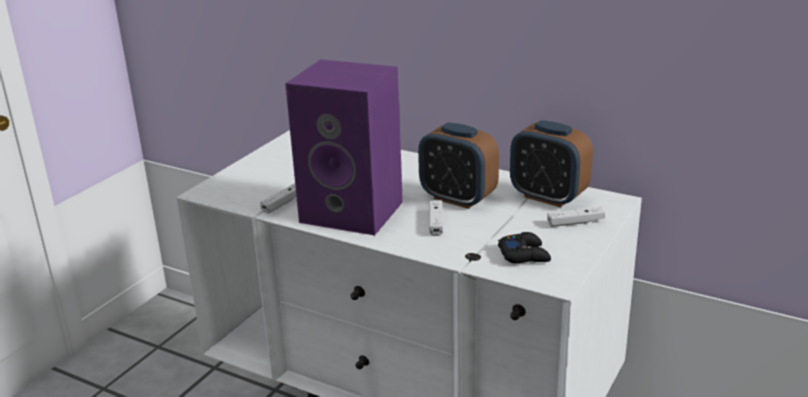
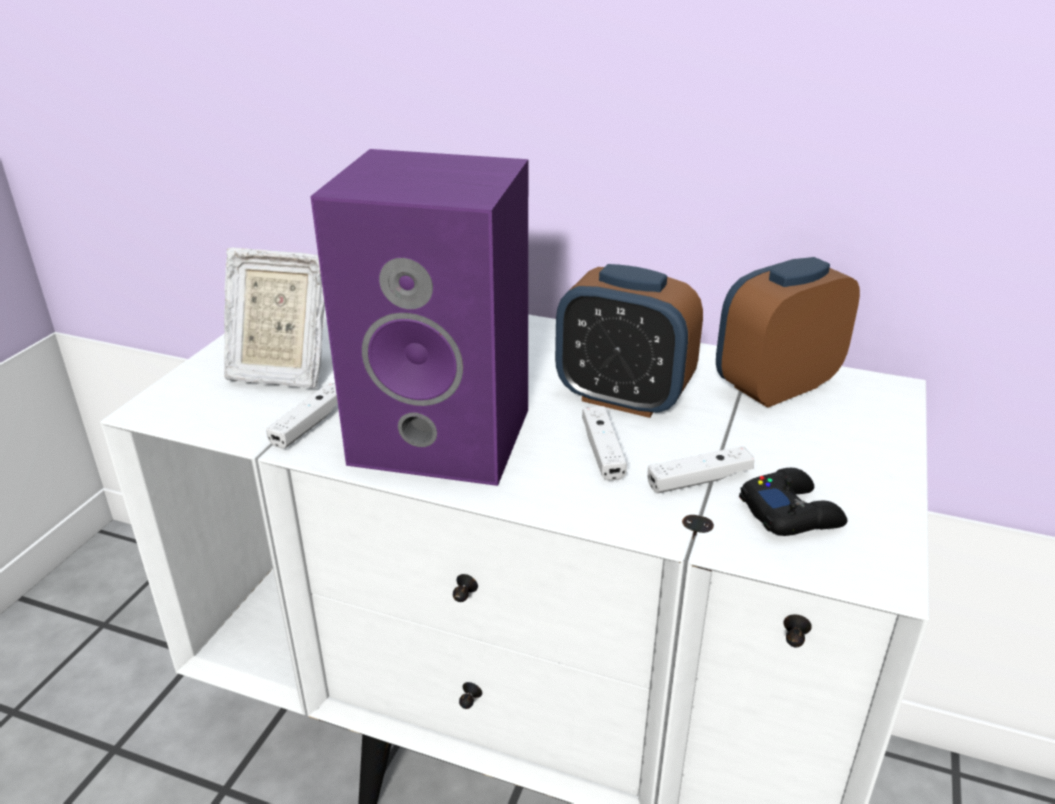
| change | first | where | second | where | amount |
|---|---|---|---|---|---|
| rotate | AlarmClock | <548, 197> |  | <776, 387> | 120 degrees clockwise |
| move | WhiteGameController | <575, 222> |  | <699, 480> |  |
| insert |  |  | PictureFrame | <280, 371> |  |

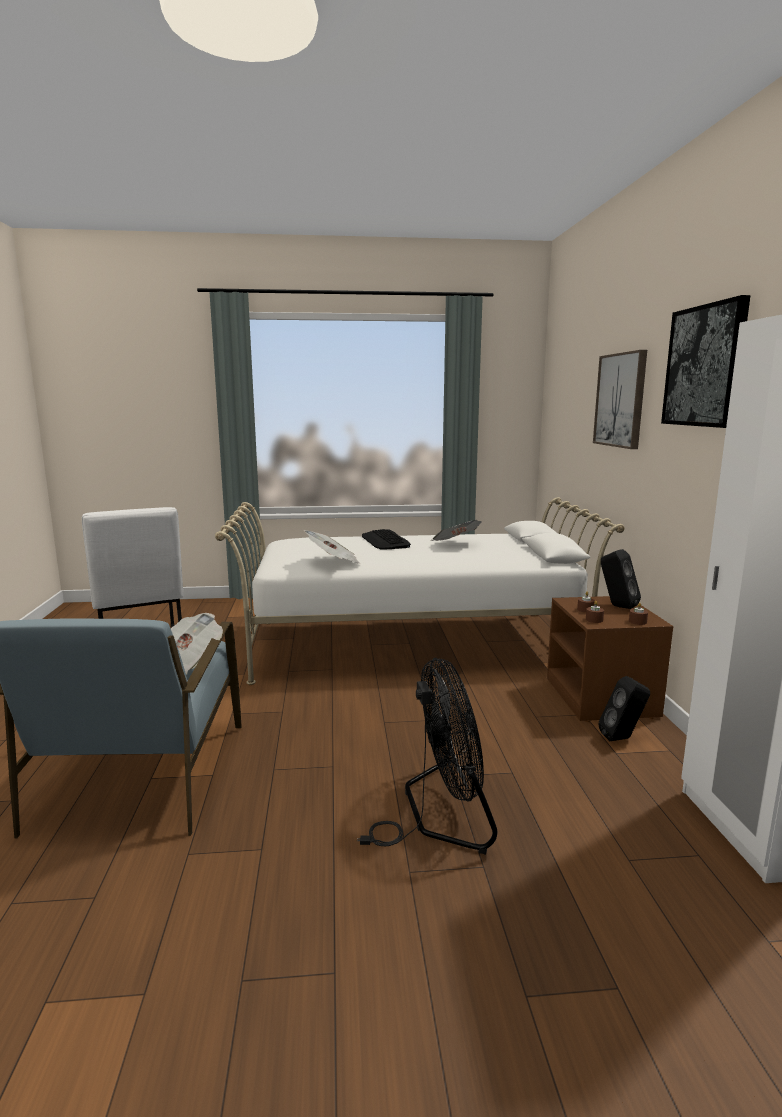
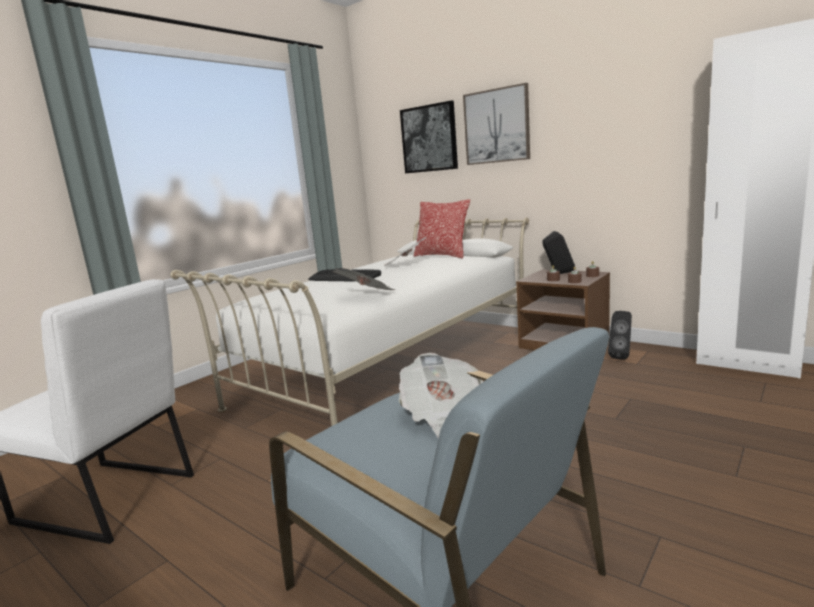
| change | first | where | second | where | amount |
|---|---|---|---|---|---|
| delete | BlackFan | <434, 811> |  |  |  |
| move | Picture | <705, 366> |  | <429, 138> |  |
| insert |  |  | Pillow | <442, 256> |  |

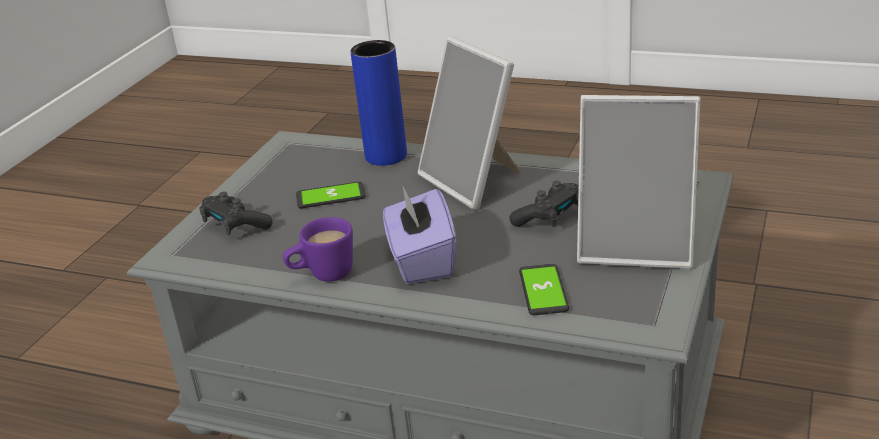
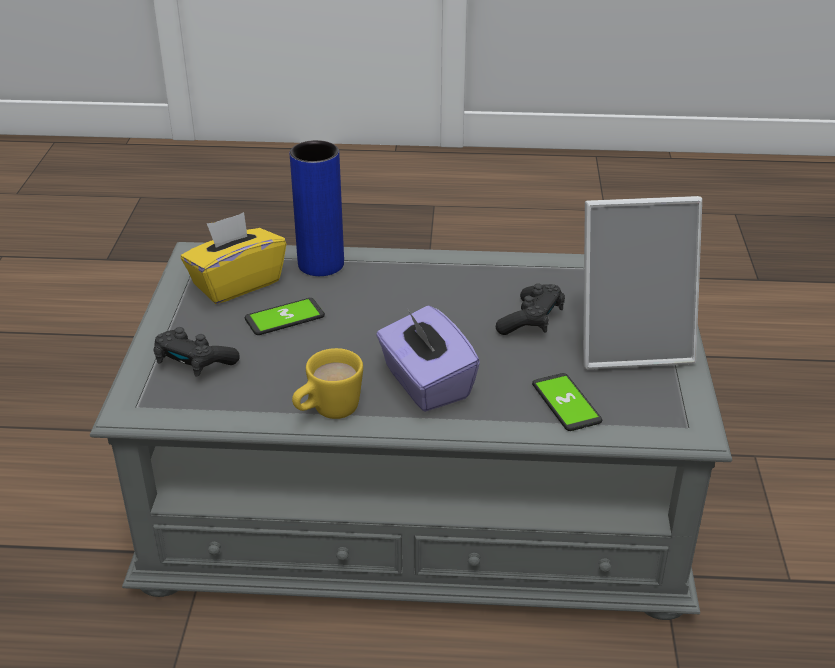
| change | first | where | second | where | amount |
|---|---|---|---|---|---|
| recolor | PurpleMug | <323, 275> | YellowMug | <327, 412> |  |
| delete | PictureFrame | <474, 181> |  |  |  |
| insert |  |  | YellowTissueBox | <236, 283> |  |

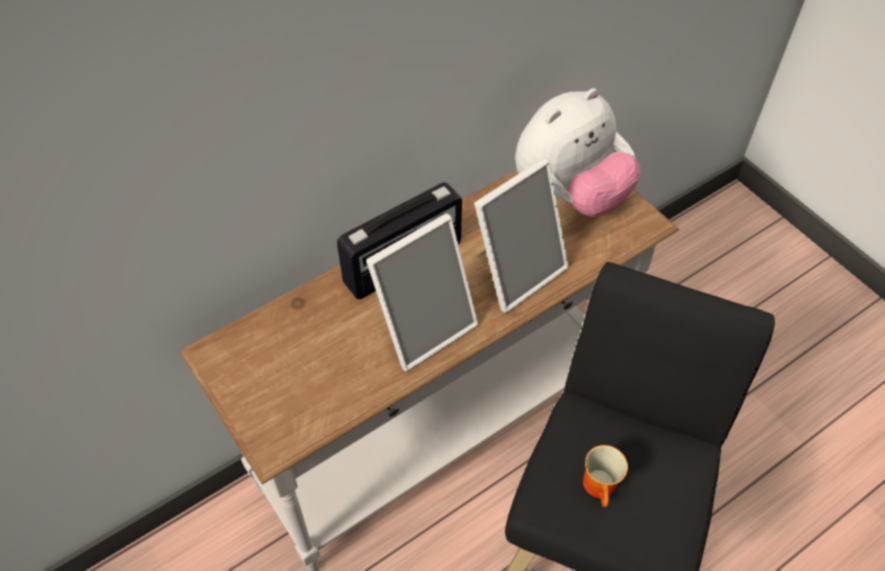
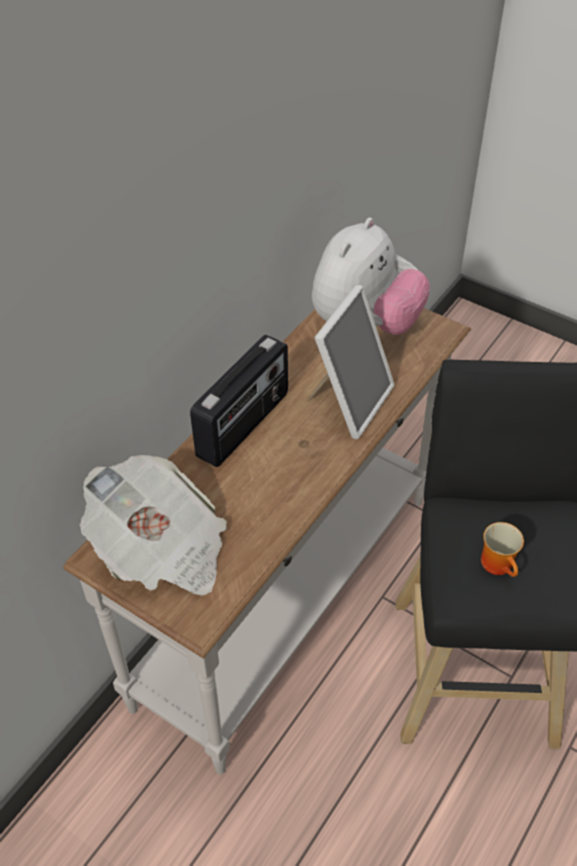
| change | first | where | second | where | amount |
|---|---|---|---|---|---|
| delete | PictureFrame | <423, 326> |  |  |  |
| insert |  |  | Newspaper | <161, 549> |  |

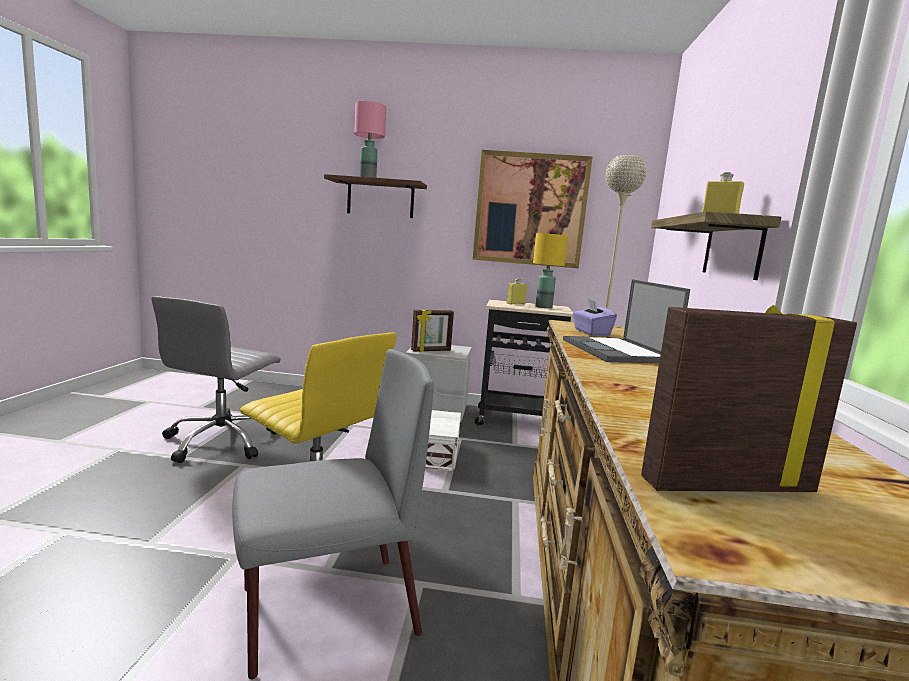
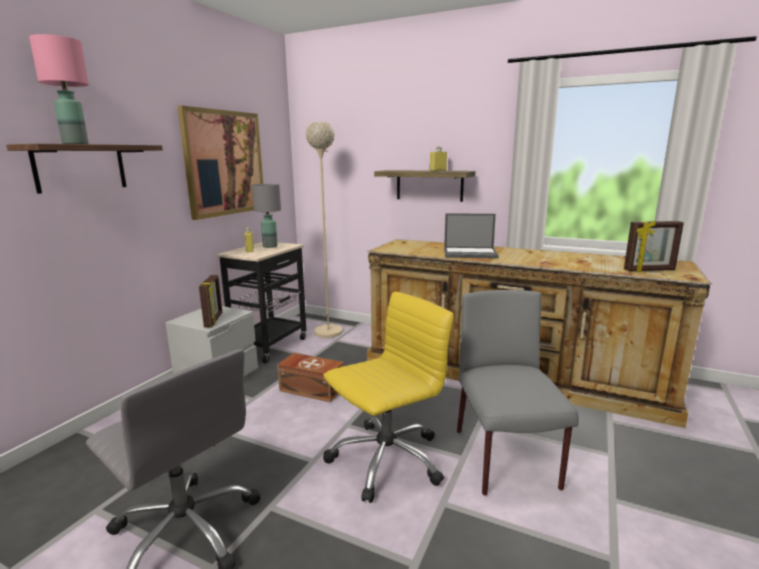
| change | first | where | second | where | amount |
|---|---|---|---|---|---|
| recolor | WhiteStorageBox | <440, 454> | BrownStorageBox | <311, 389> |  |
| recolor | YellowTableLamp | <543, 307> | GreyTableLamp | <270, 246> |  |
| delete | PurpleTissueBox | <591, 332> |  |  |  |
| rotate | PictureFrame | <725, 485> |  | <649, 270> | 105 degrees counterclockwise |

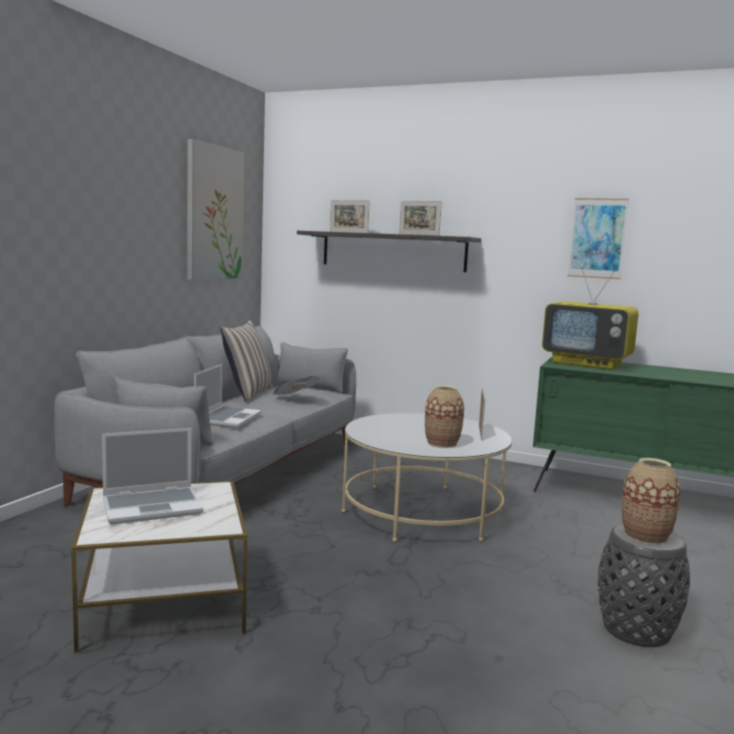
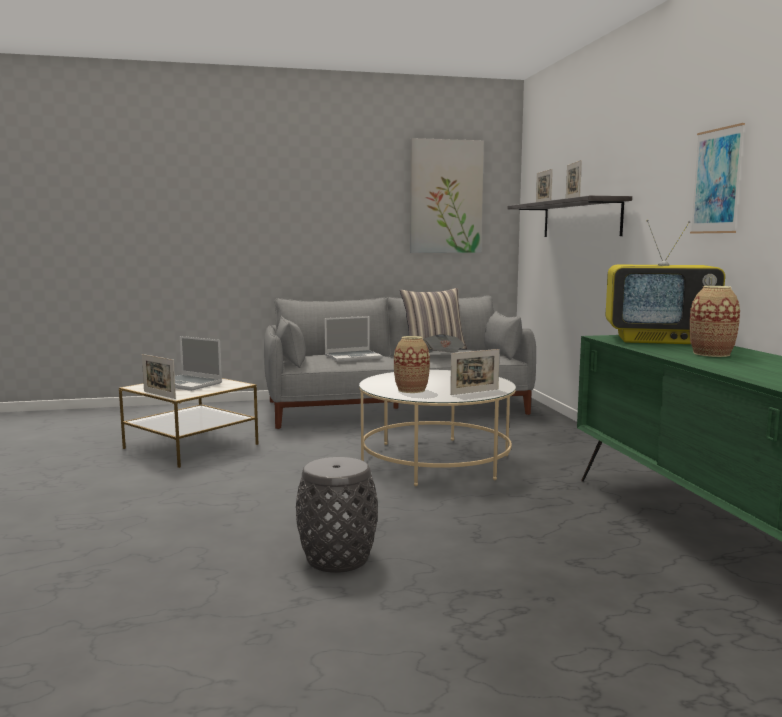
| change | first | where | second | where | amount |
|---|---|---|---|---|---|
| rotate | Television | <587, 364> |  | <659, 340> | 75 degrees counterclockwise |
| move | Vase | <645, 536> |  | <711, 354> |  |
| insert |  |  | PictureFrame | <159, 395> |  |

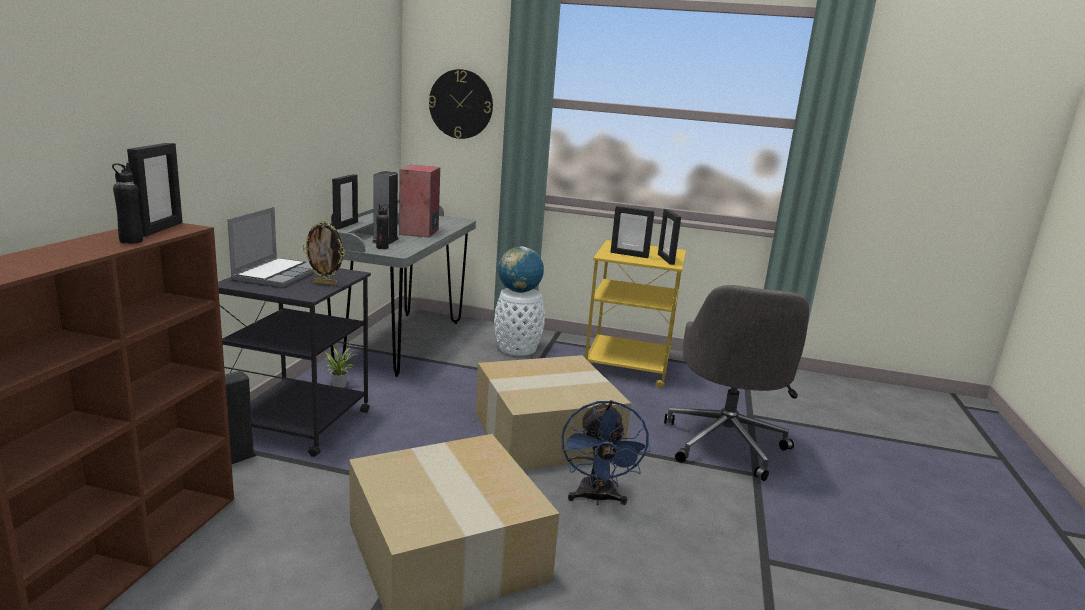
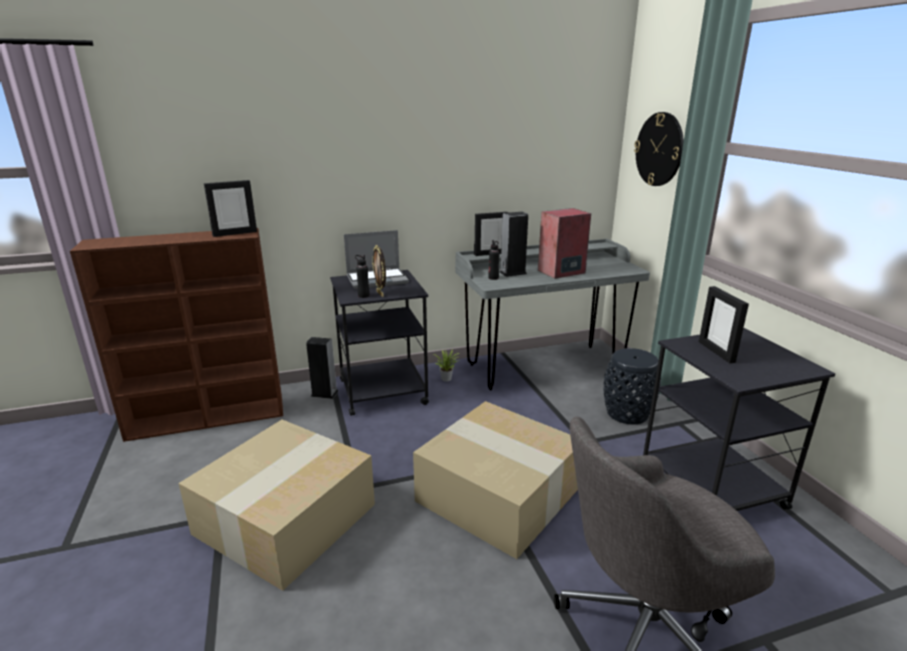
| change | first | where | second | where | amount |
|---|---|---|---|---|---|
| move | BlackBottle | <131, 241> |  | <363, 295> |  |
| recolor | WhiteStool | <517, 349> | BlackStool | <627, 413> |  |
| delete | Globe | <519, 291> |  |  |  |
| delete | BlueFan | <596, 498> |  |  |  |
| recolor | YellowCart | <628, 367> | BlackCart | <712, 489> |  |
| delete | PictureFrame | <666, 259> |  |  |  |

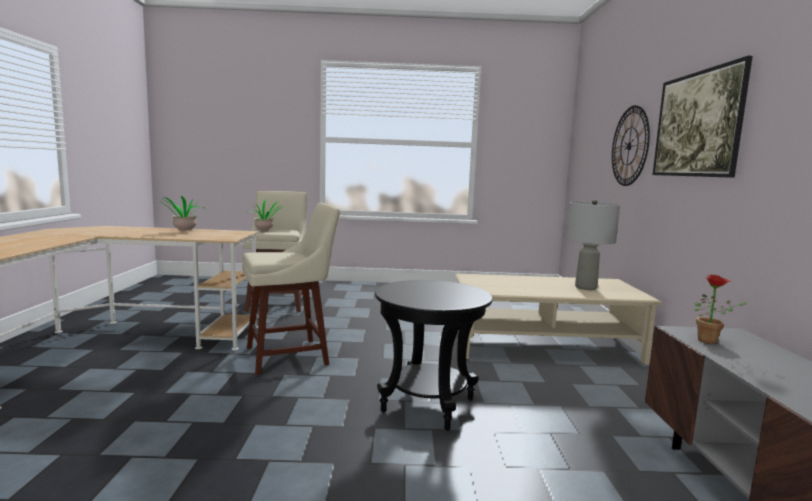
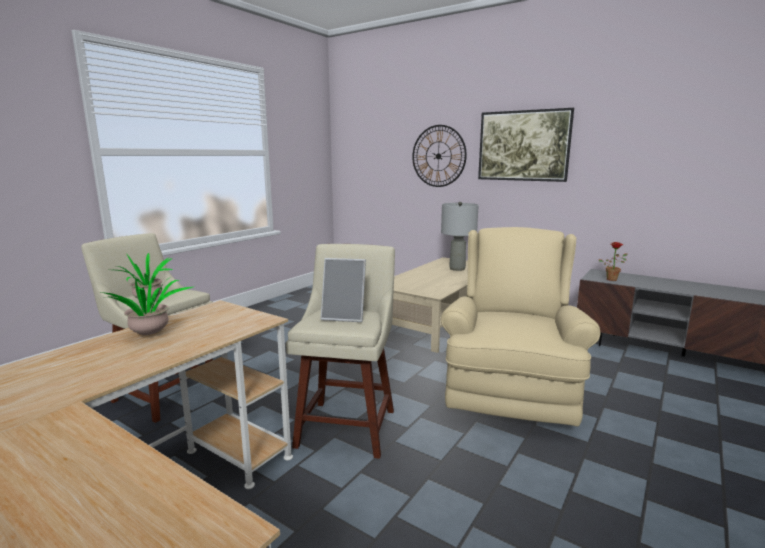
| change | first | where | second | where | amount |
|---|---|---|---|---|---|
| replace | BlackSideTable | <428, 405> | BeigeArmchair | <510, 392> |  |
| insert |  |  | PictureFrame | <345, 316> |  |

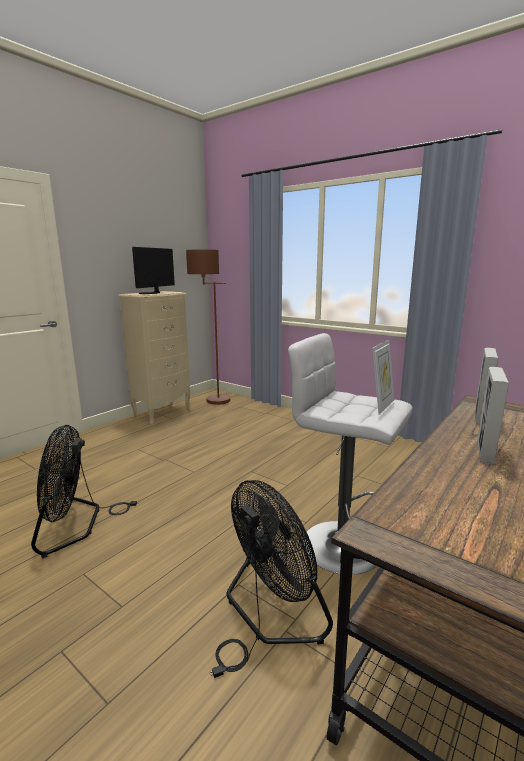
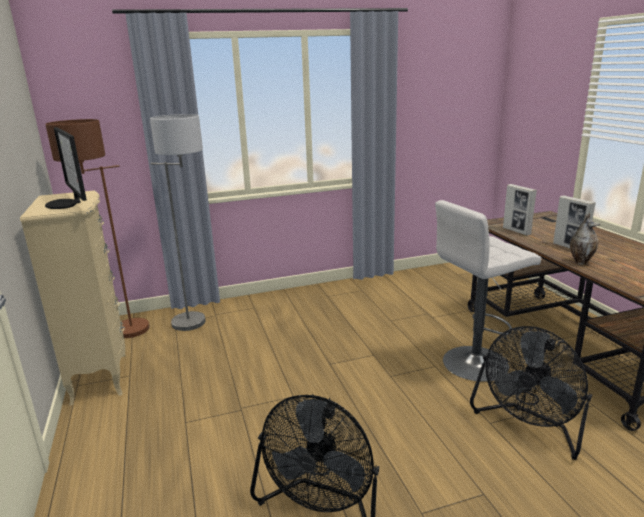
| change | first | where | second | where | amount |
|---|---|---|---|---|---|
| rotate | BlackFan | <262, 613> |  | <527, 422> | 135 degrees counterclockwise |
| delete | PictureFrame | <381, 406> |  |  |  |
| insert |  |  | GreyFloorLamp | <197, 324> |  |
| insert |  |  | Vase | <581, 262> |  |

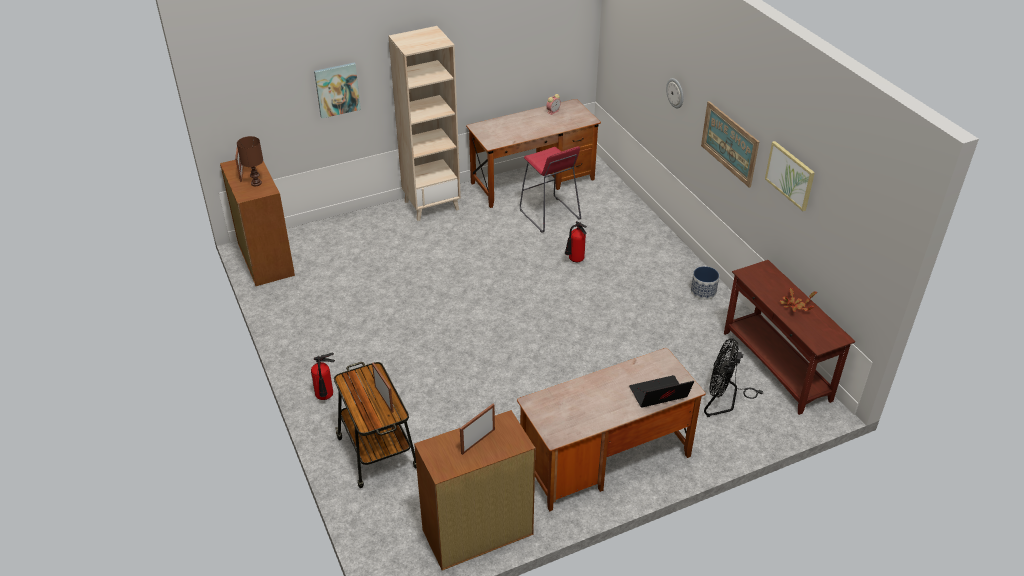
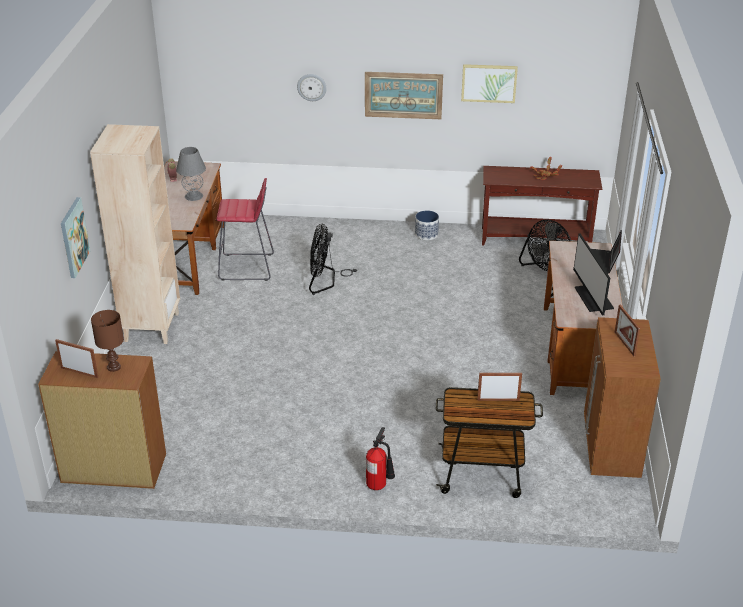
| change | first | where | second | where | amount |
|---|---|---|---|---|---|
| replace | FireExtinguisher | <575, 260> | BlackFan | <325, 278> |  |
| insert |  |  | GreyTableLamp | <193, 196> |  |
| insert |  |  | Monitor | <593, 298> |  |

